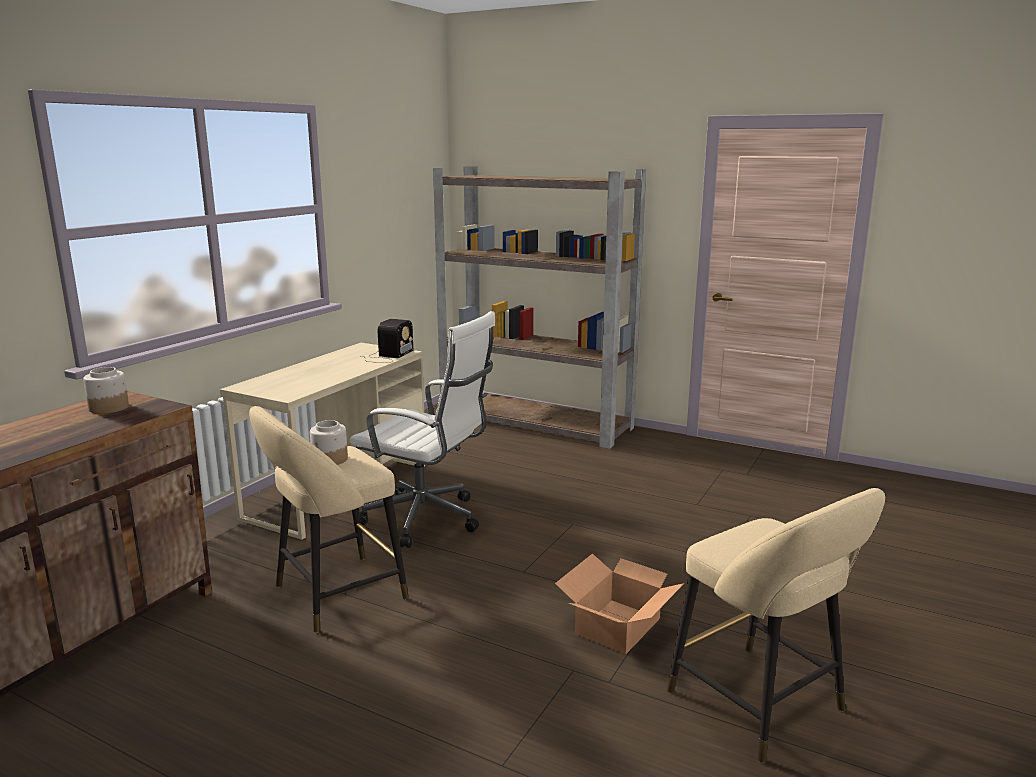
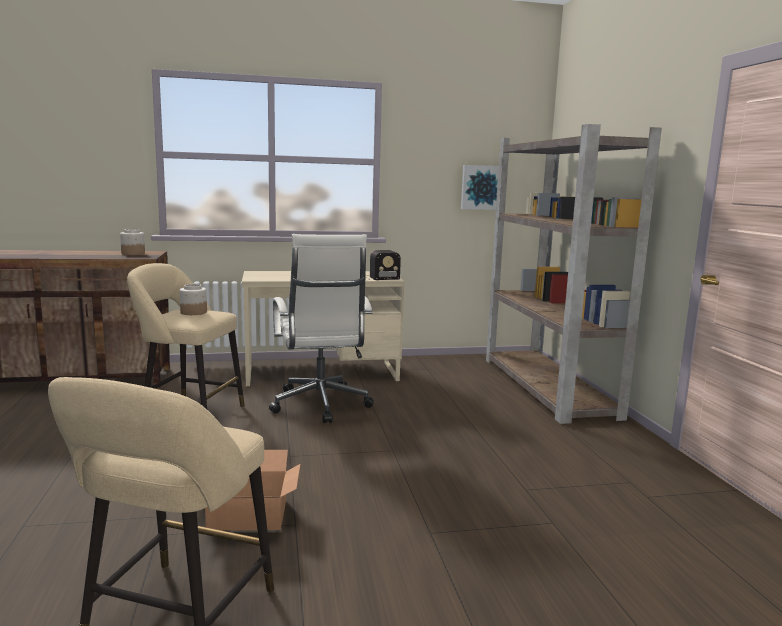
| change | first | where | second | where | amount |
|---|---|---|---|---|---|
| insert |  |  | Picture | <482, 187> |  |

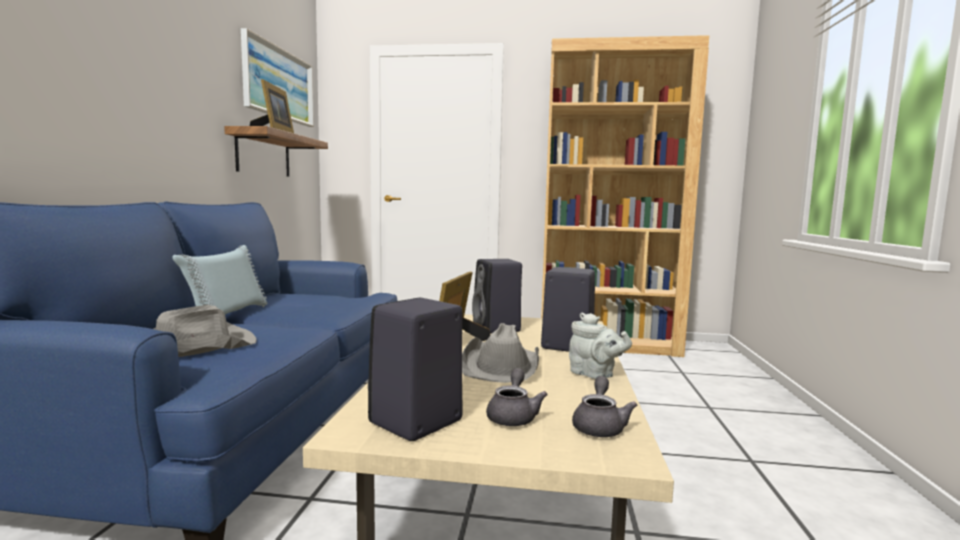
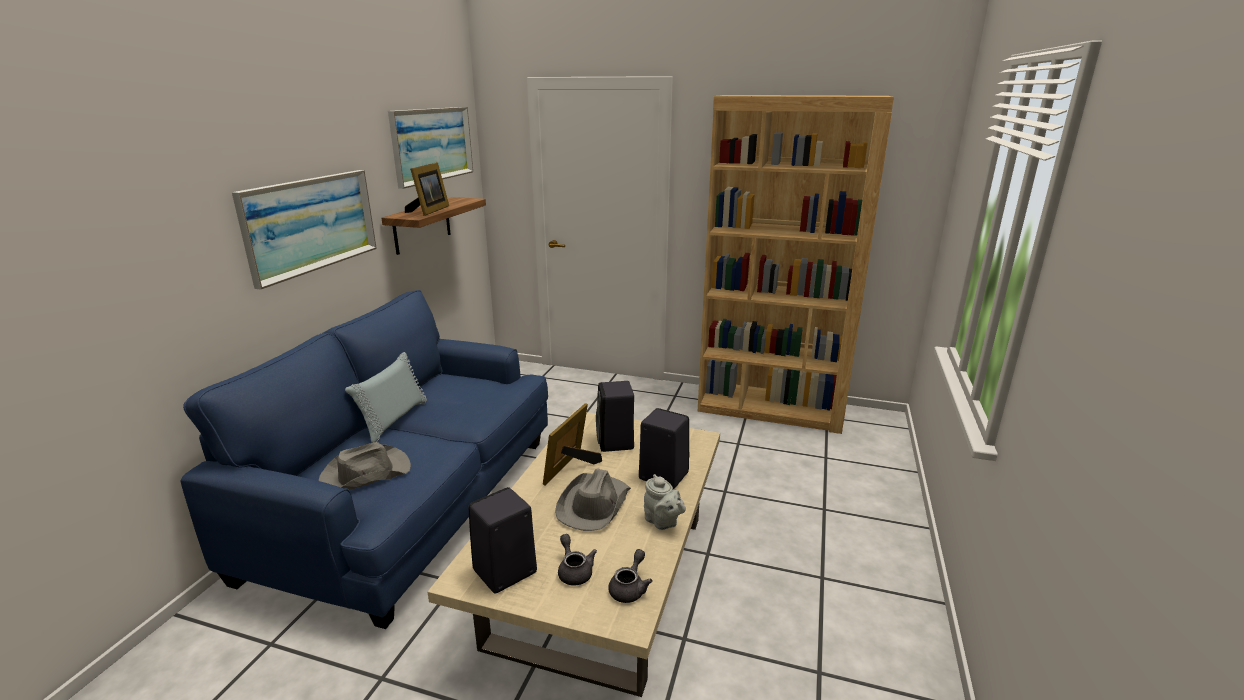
| change | first | where | second | where | amount |
|---|---|---|---|---|---|
| rotate | GreyTeapot | <513, 416> |  | <574, 571> | 45 degrees counterclockwise |
| insert |  |  | Picture | <311, 224> |  |

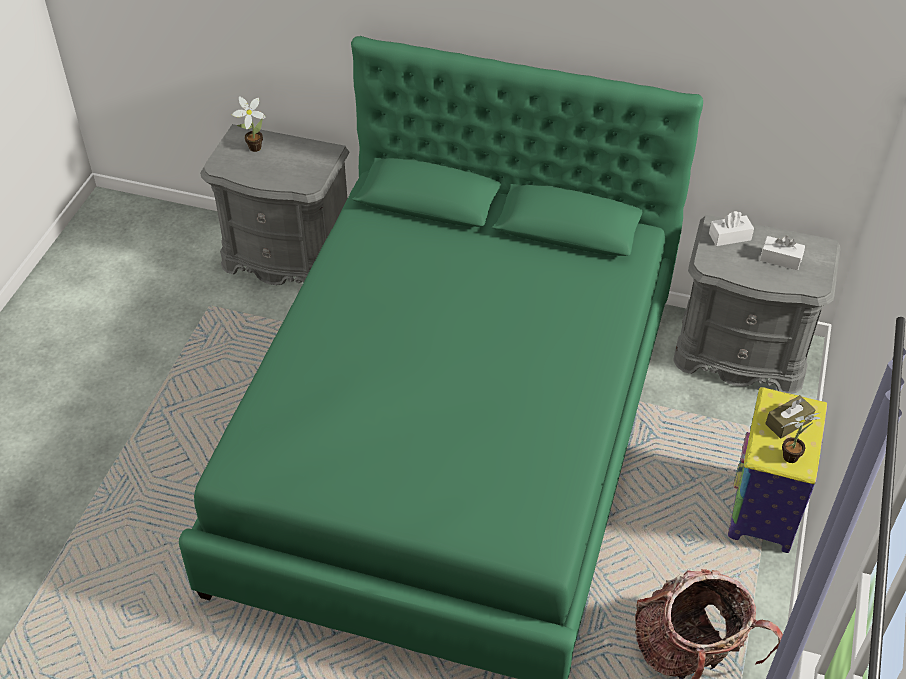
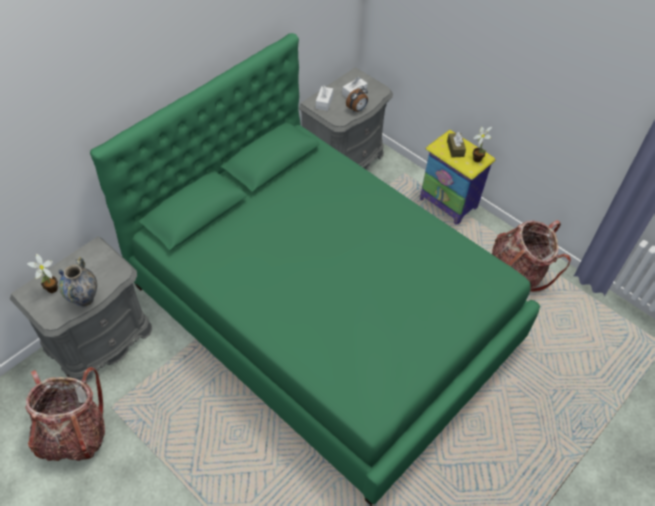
| change | first | where | second | where | amount |
|---|---|---|---|---|---|
| insert |  |  | Backpack | <73, 435> |  |
| insert |  |  | Vase | <84, 300> |  |
| insert |  |  | AlarmClock | <357, 109> |  |

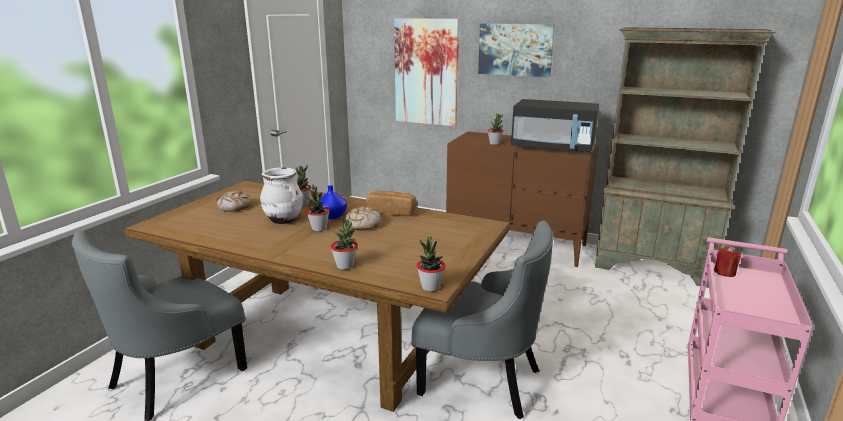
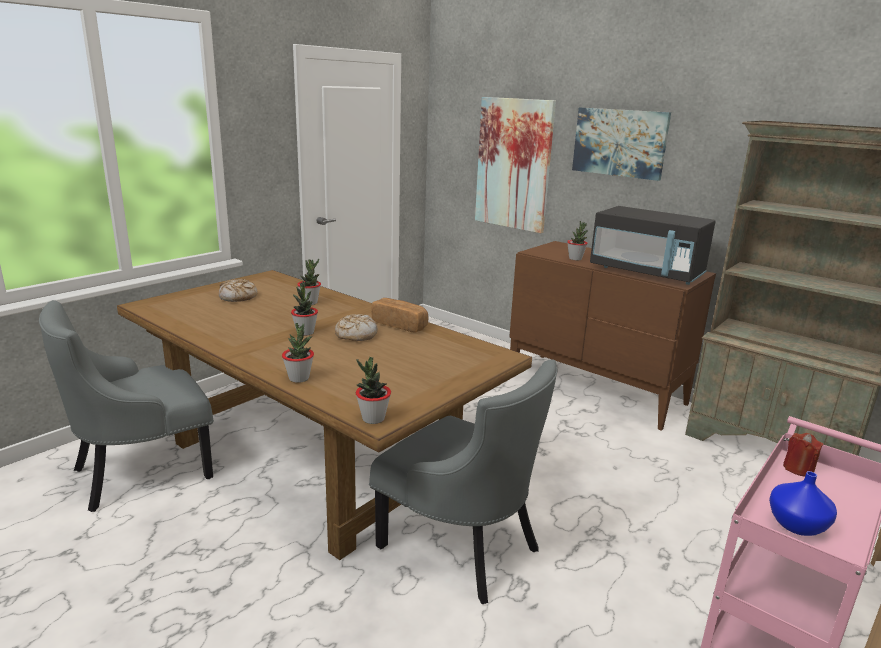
| change | first | where | second | where | amount |
|---|---|---|---|---|---|
| delete | WhiteVase | <283, 220> |  |  |  |
| move | BlueVase | <331, 216> |  | <795, 525> |  |

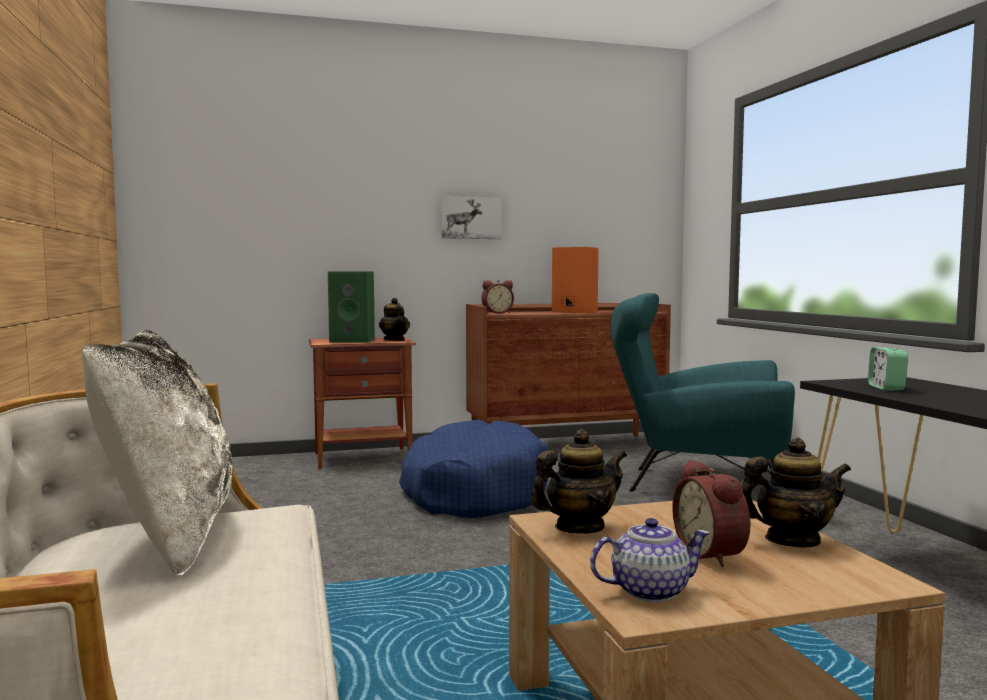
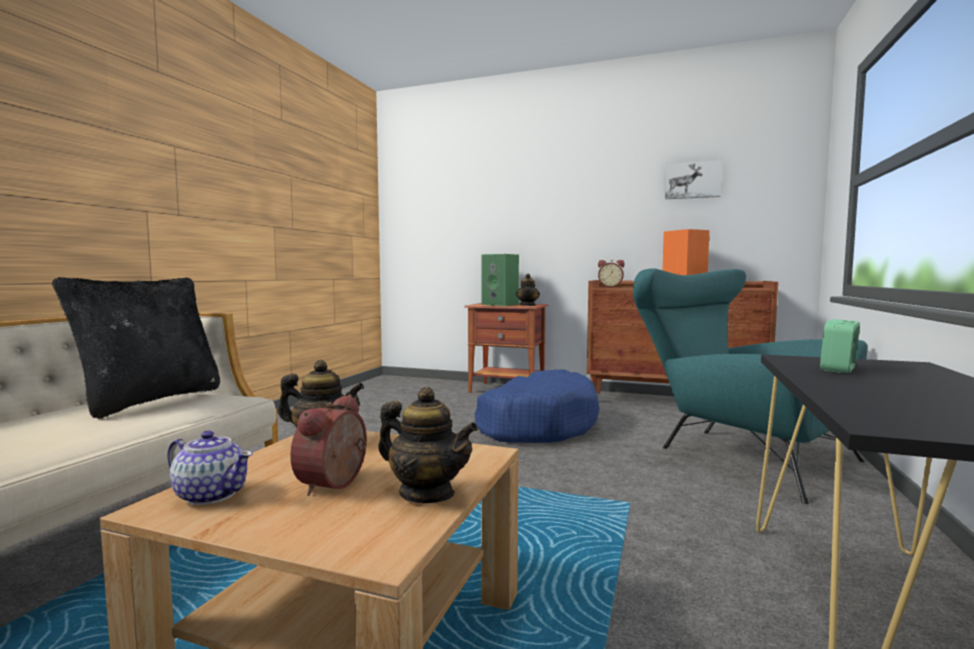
| change | first | where | second | where | amount |
|---|---|---|---|---|---|
| recolor | BeigePillow | <172, 539> | BlackPillow | <153, 402> |  |
| move | Picture | <470, 218> |  | <692, 180> |  |

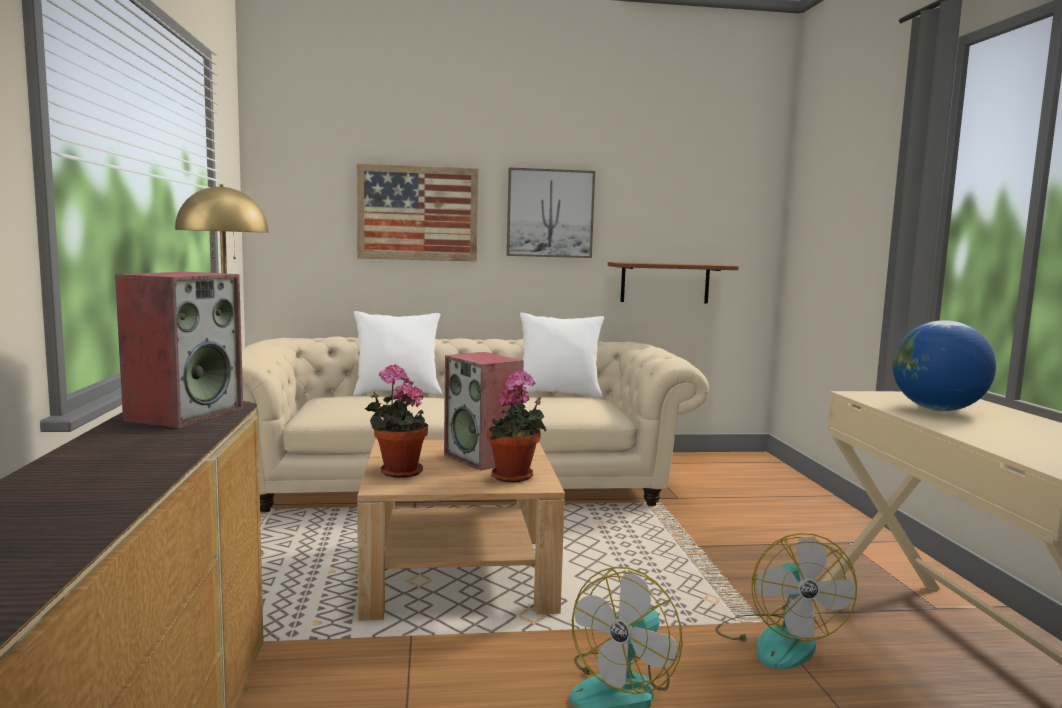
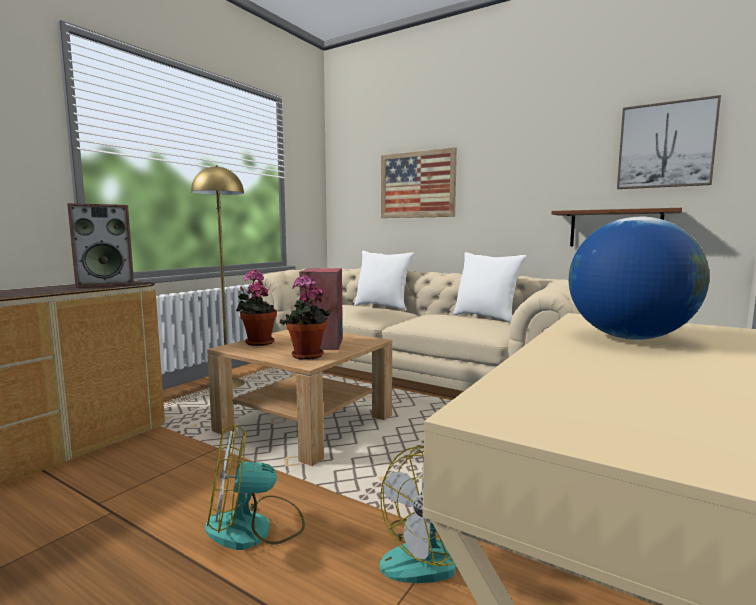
| change | first | where | second | where | amount |
|---|---|---|---|---|---|
| move | Picture | <550, 213> |  | <665, 145> |  |

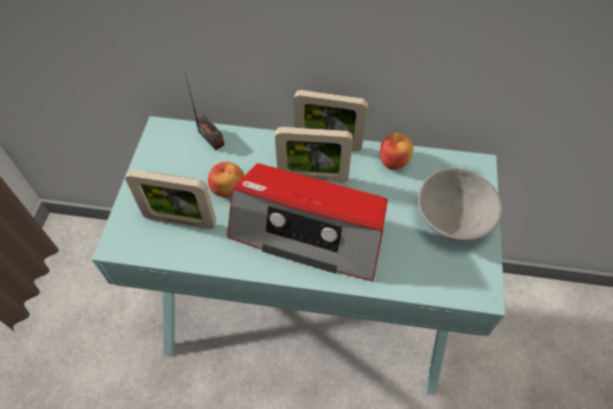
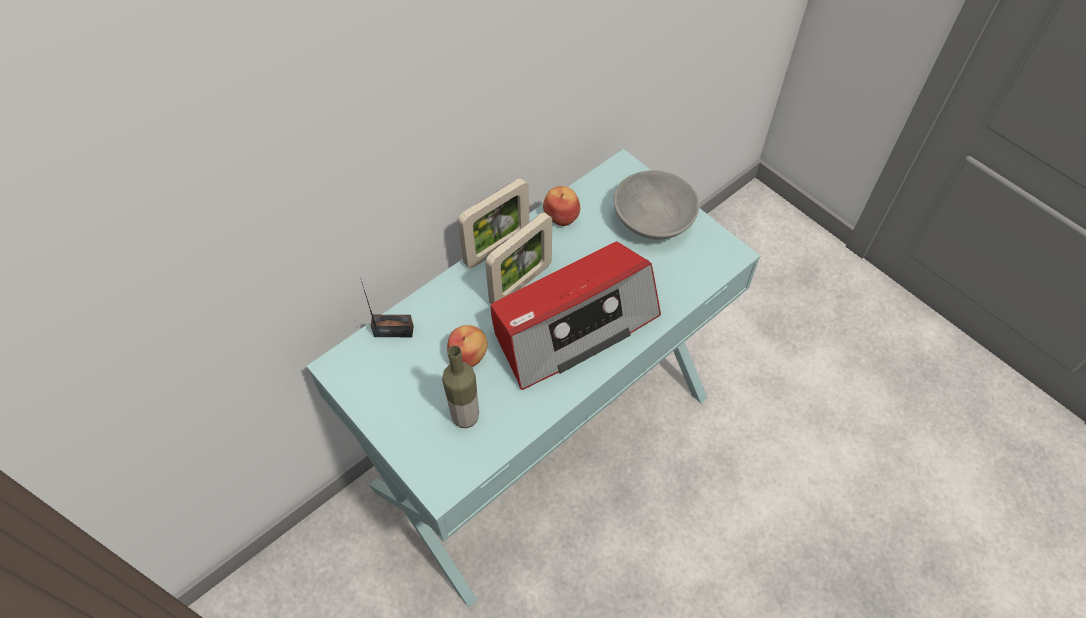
| change | first | where | second | where | amount |
|---|---|---|---|---|---|
| replace | PictureFrame | <180, 221> | Bottle | <465, 417> |  |

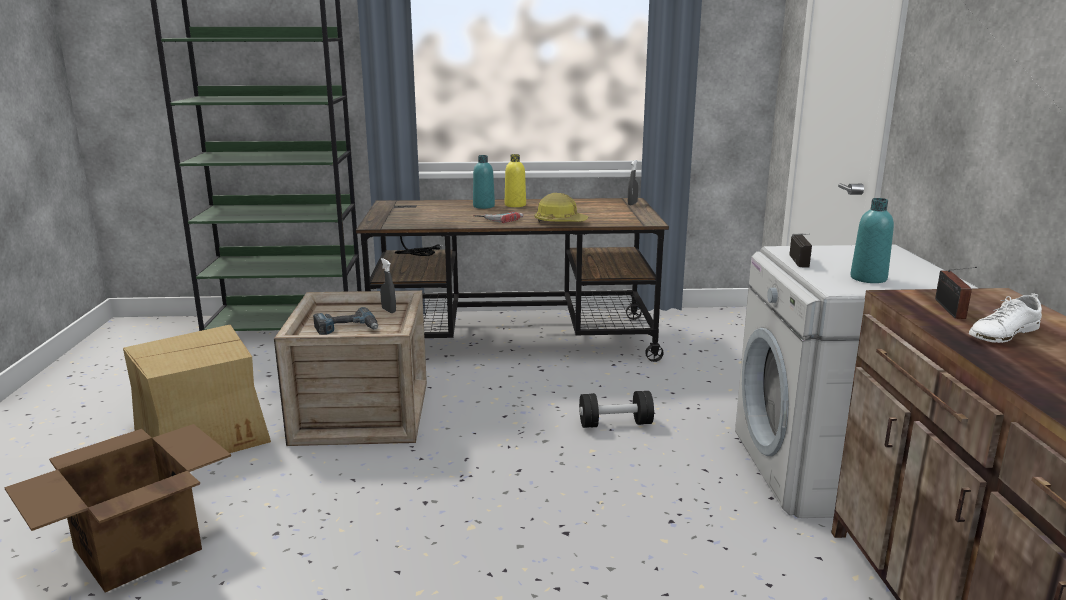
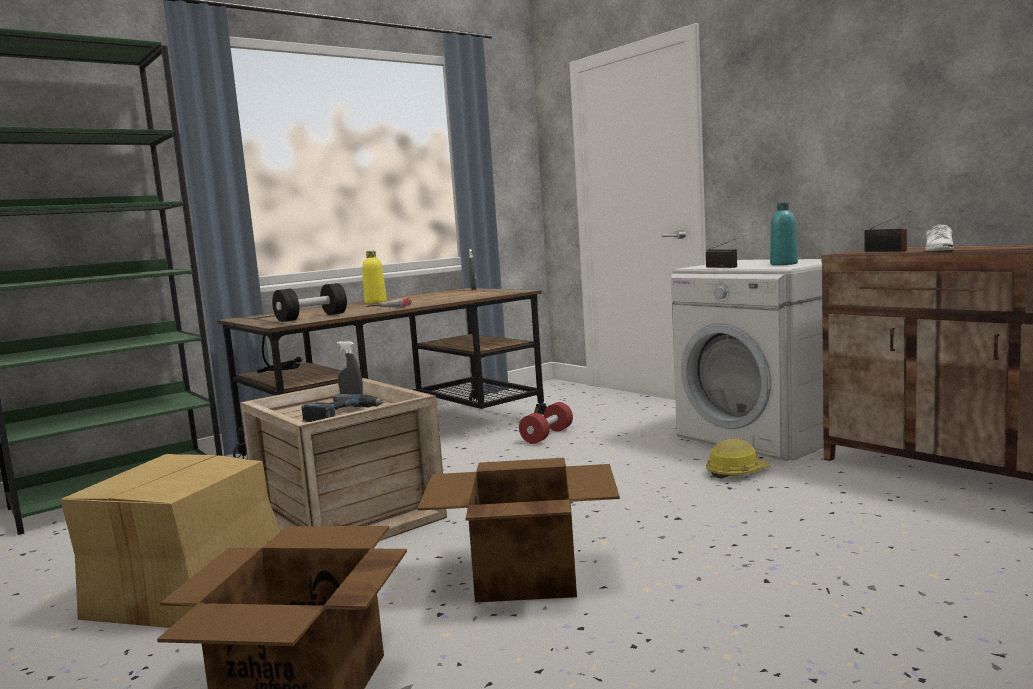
| change | first | where | second | where | amount |
|---|---|---|---|---|---|
| delete | TurquoiseBottle | <483, 206> |  |  |  |
| move | HardHat | <560, 222> |  | <736, 472> |  |
| move | BlackDumbbell | <615, 424> |  | <311, 317> |  |
| insert |  |  | CardboardBox | <524, 575> |  |
| insert |  |  | RedDumbbell | <547, 436> |  |

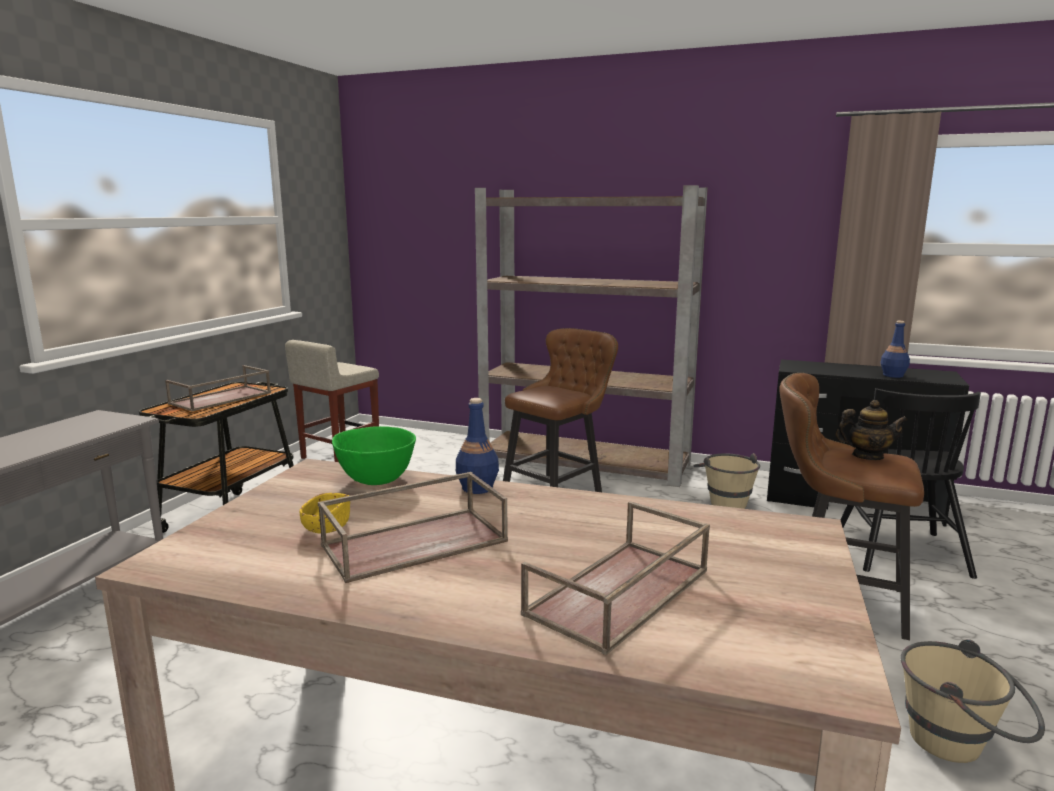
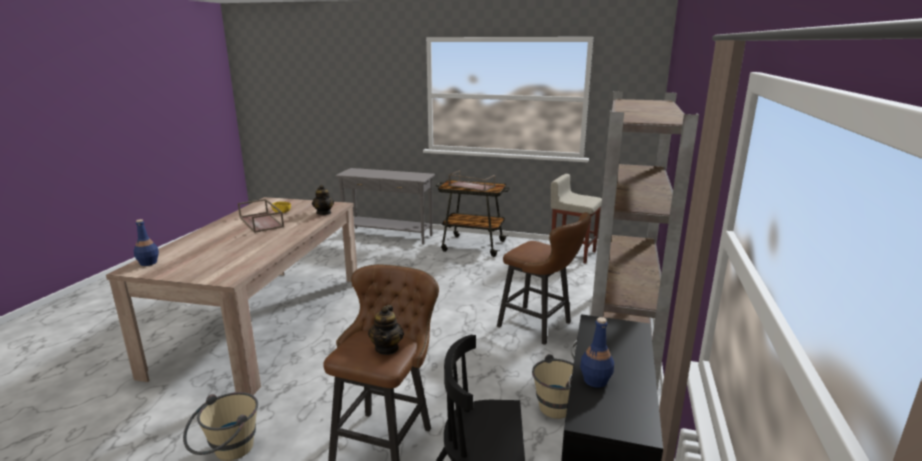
| change | first | where | second | where | amount |
|---|---|---|---|---|---|
| replace | GreenBowl | <375, 479> | Teapot | <324, 213> |  |
| move | BlueBottle | <477, 488> |  | <148, 263> |  |
| delete | BrownTray | <619, 593> |  |  |  |

